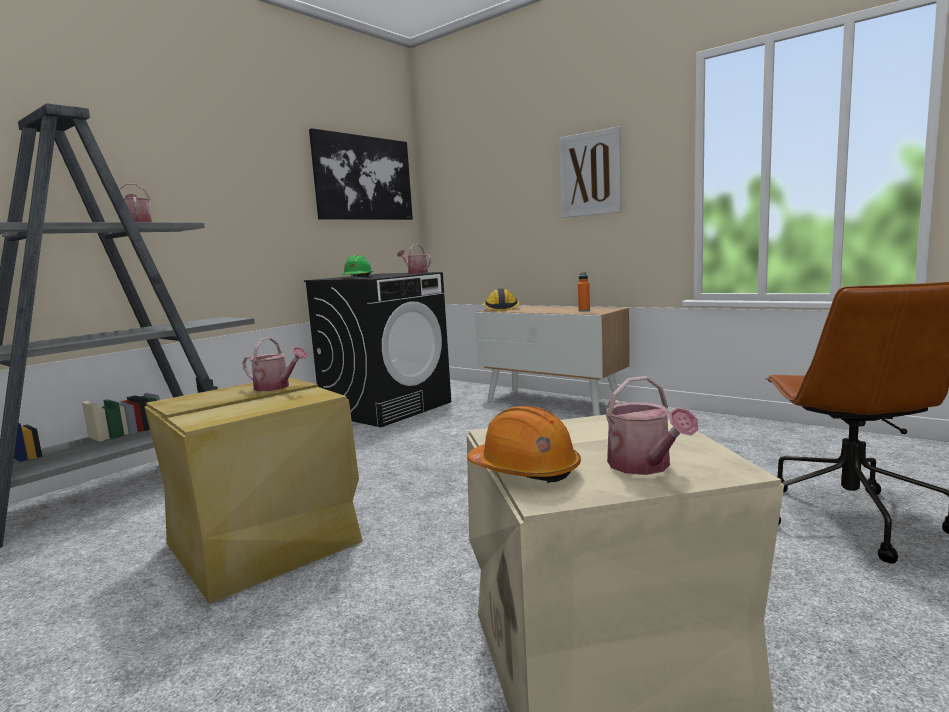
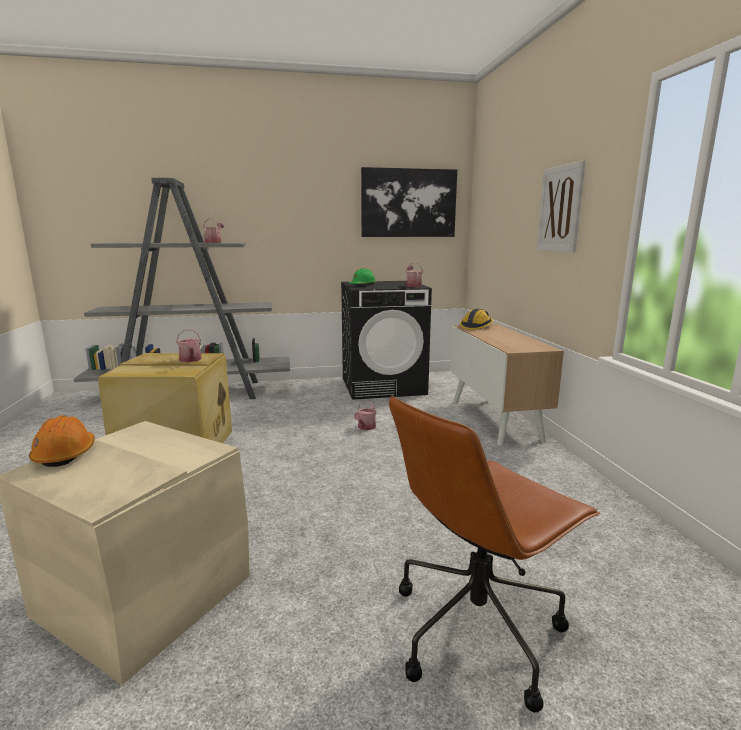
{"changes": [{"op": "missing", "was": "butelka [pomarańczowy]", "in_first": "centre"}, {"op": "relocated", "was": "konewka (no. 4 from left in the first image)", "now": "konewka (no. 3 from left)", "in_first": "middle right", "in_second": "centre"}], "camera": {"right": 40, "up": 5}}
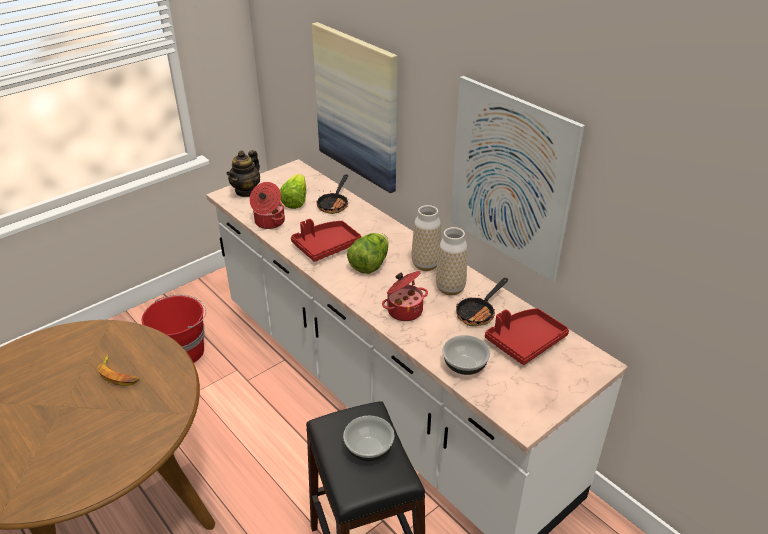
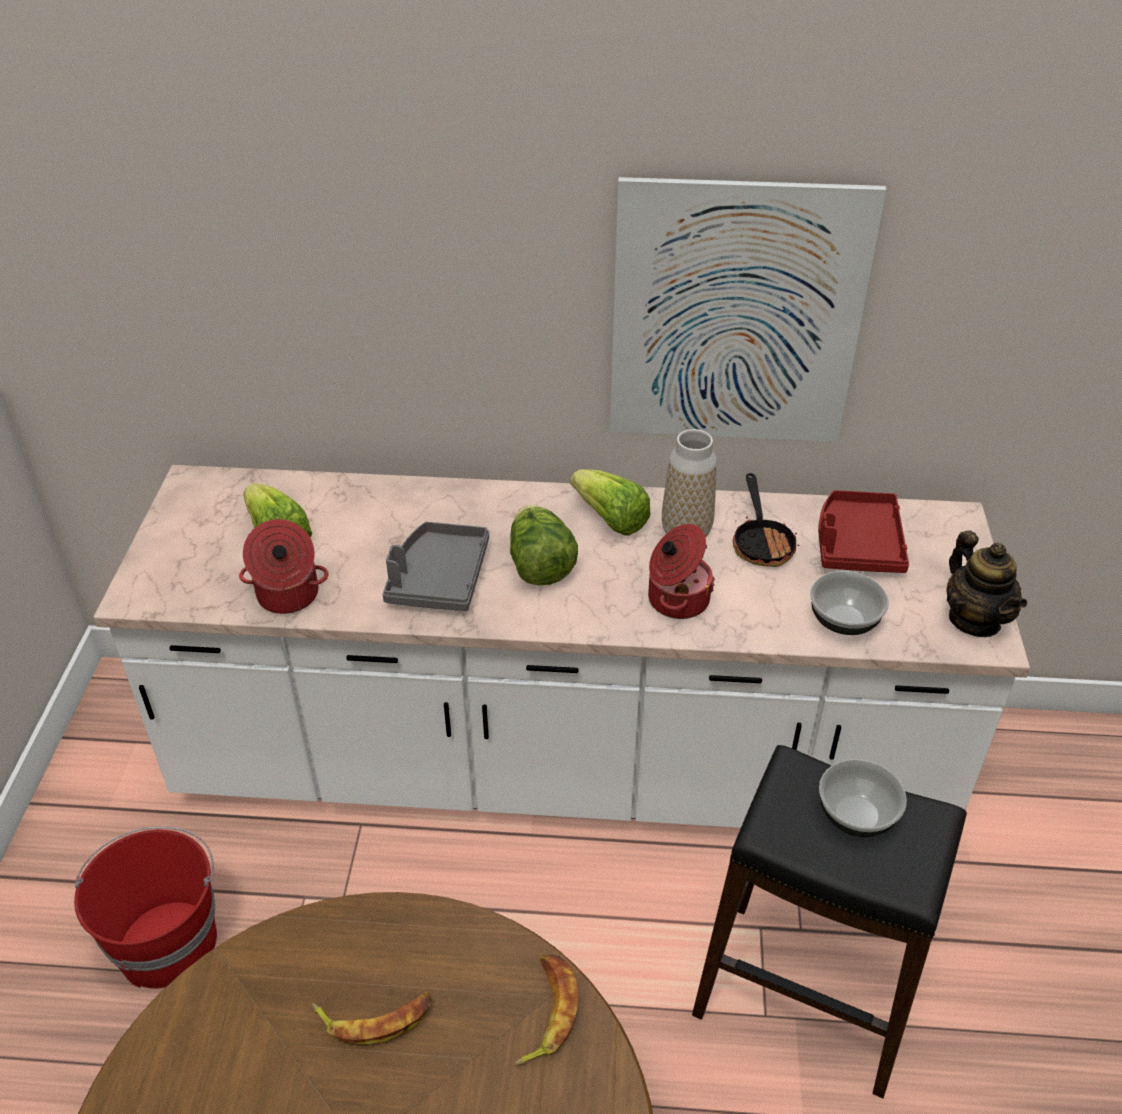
{"changes": [{"op": "missing", "was": "obraz (no. 1 from left)", "in_first": "top centre"}, {"op": "missing", "was": "patelnia (no. 1 from left)", "in_first": "centre"}, {"op": "appeared", "now": "banan (no. 2 from left)", "in_second": "bottom centre"}, {"op": "relocated", "was": "imbryk", "in_first": "top left", "in_second": "middle right"}, {"op": "exchanged", "was": "wazon (no. 1 from left)", "now": "sałata (no. 3 from left)", "in_first": "centre", "in_second": "centre"}, {"op": "colour", "was": "taca [czerwony] (no. 1 from left)", "now": "taca [szary]", "in_first": "centre", "in_second": "centre"}], "camera": {"right": -45, "up": 5}}
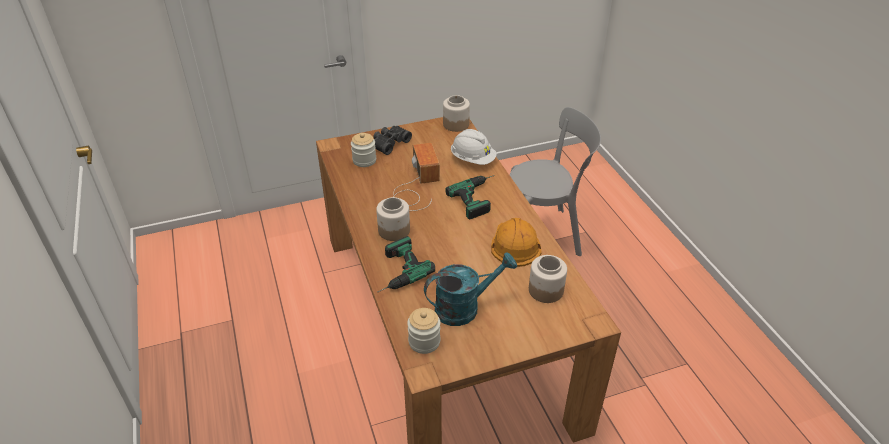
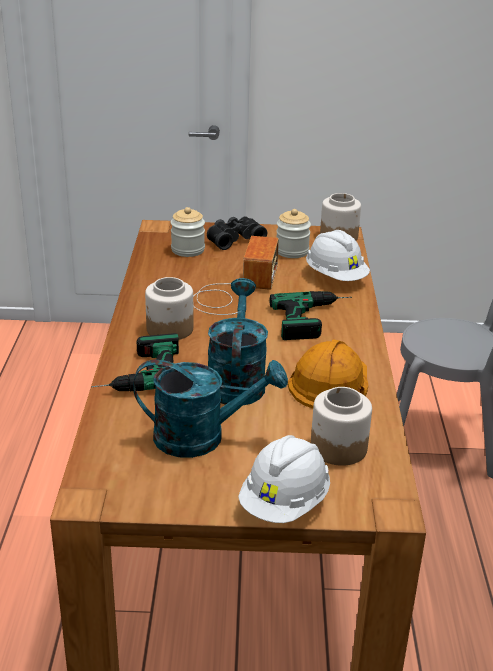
{"changes": [{"op": "appeared", "now": "konewka [turkusowy] (no. 2 from left)", "in_second": "centre"}, {"op": "appeared", "now": "kask [biały] (no. 1 from left)", "in_second": "bottom centre"}, {"op": "relocated", "was": "słoik (no. 3 from left)", "in_first": "bottom centre", "in_second": "centre"}], "camera": {"right": 20, "up": -10}}
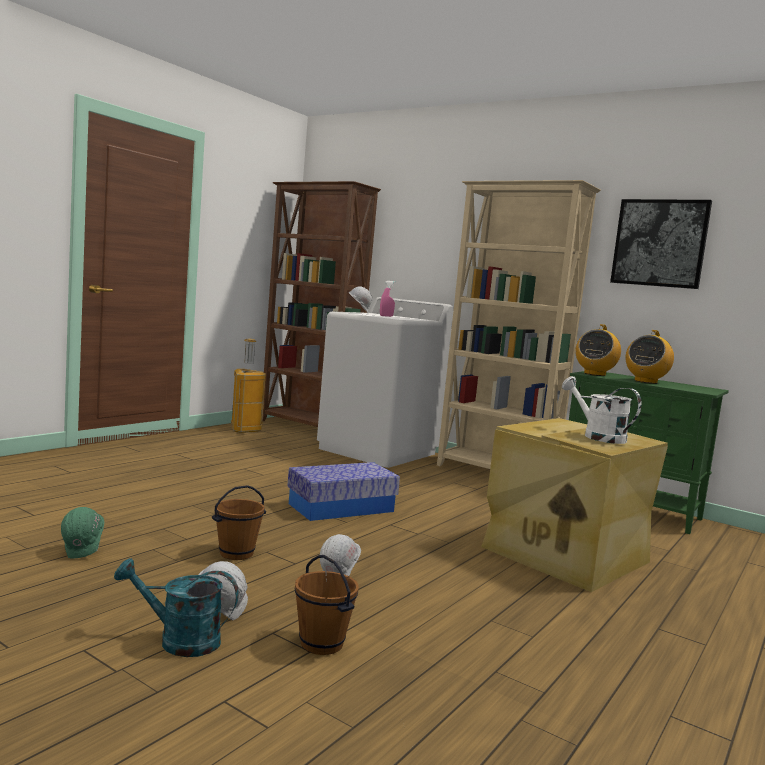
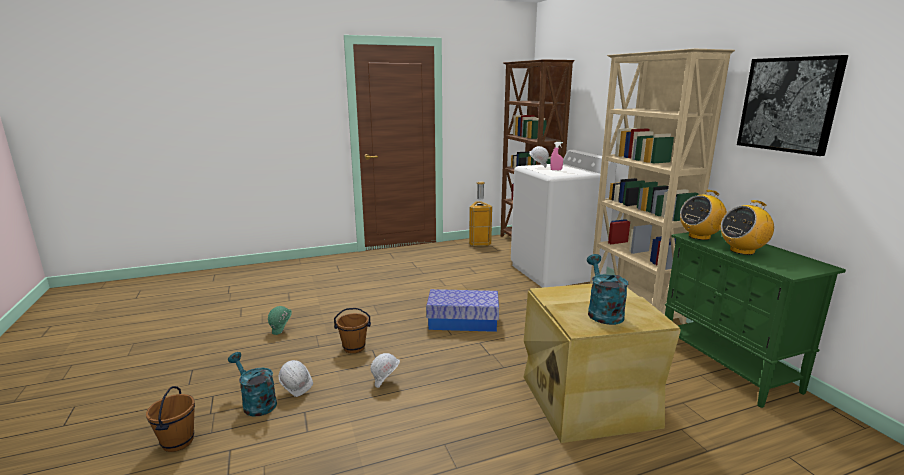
{"changes": [{"op": "relocated", "was": "wiadro [brązowy] (no. 2 from left in the first image)", "now": "wiadro [brązowy] (no. 1 from left)", "in_first": "bottom centre", "in_second": "bottom left"}, {"op": "colour", "was": "konewka [biały]", "now": "konewka [turkusowy] (no. 2 from left)", "in_first": "middle right", "in_second": "middle right"}], "camera": {"right": 35, "up": 10}}
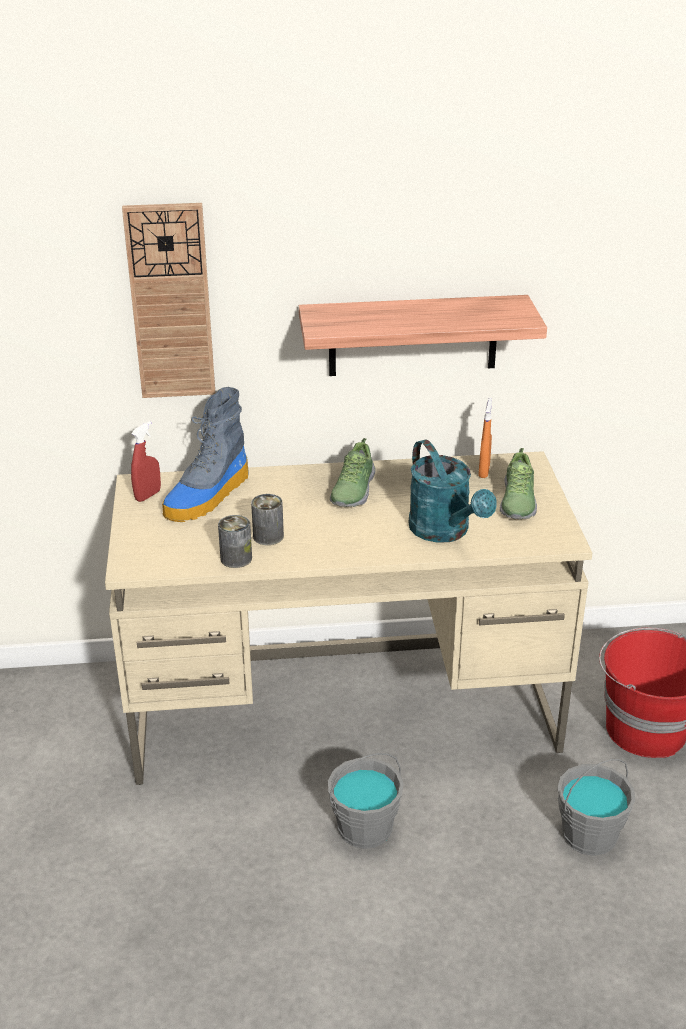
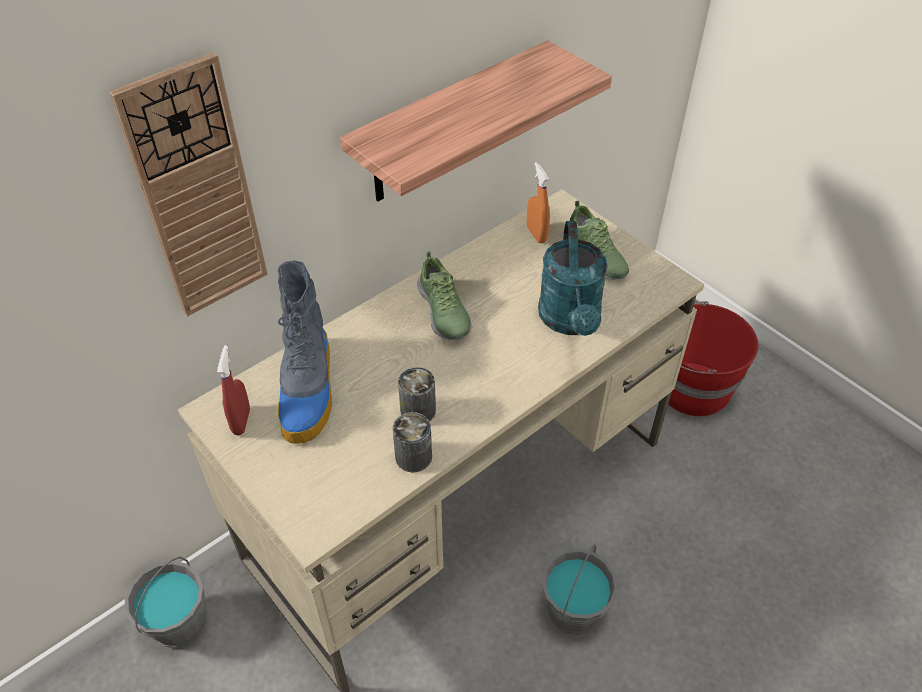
{"changes": [{"op": "relocated", "was": "wiadro [szary] (no. 2 from left in the first image)", "now": "wiadro [szary] (no. 1 from left)", "in_first": "bottom right", "in_second": "bottom left"}, {"op": "spun", "was": "konewka [turkusowy]", "in_first": "centre", "in_second": "centre", "clockwise": 60}], "camera": {"right": -35, "up": 15}}
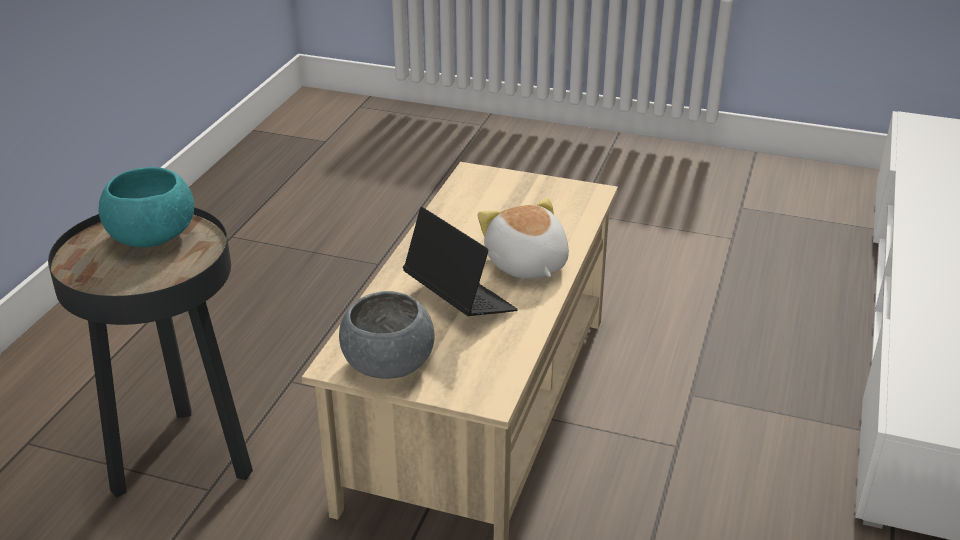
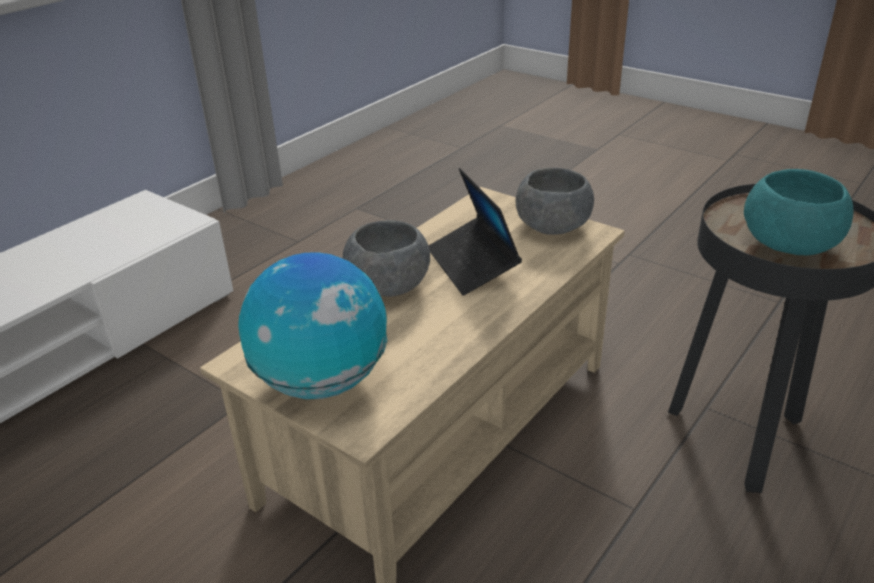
{"changes": [{"op": "appeared", "now": "globus", "in_second": "centre"}, {"op": "exchanged", "was": "pluszak", "now": "miska [szary] (no. 1 from left)", "in_first": "centre", "in_second": "centre"}], "camera": {"right": -160, "up": 0}}
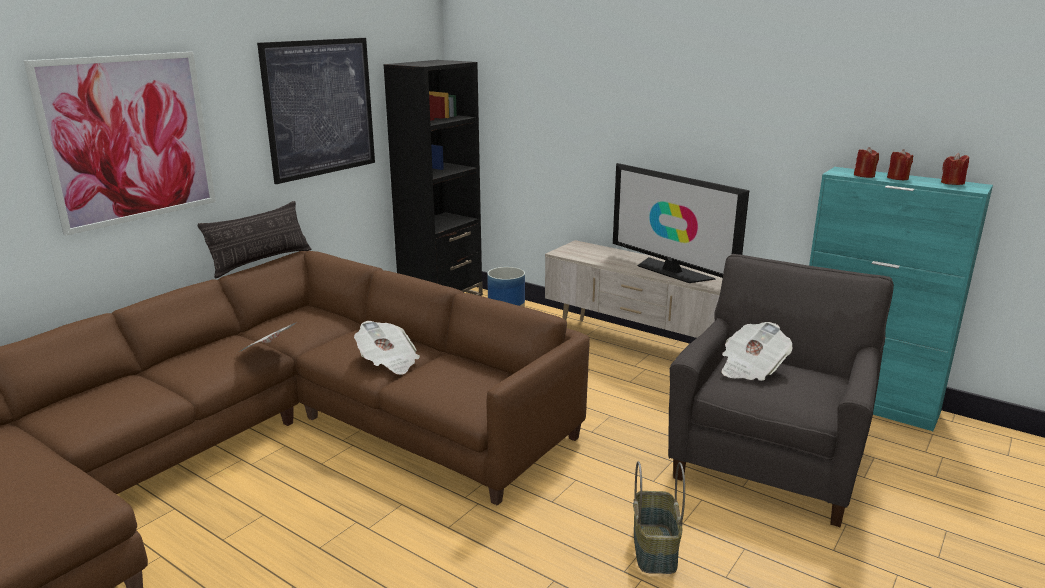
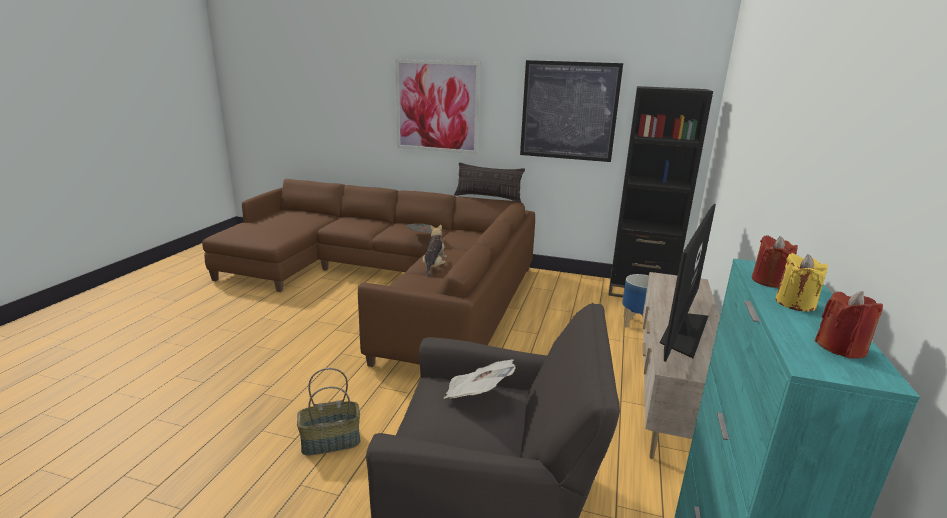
{"changes": [{"op": "exchanged", "was": "gazeta (no. 2 from left)", "now": "pluszak", "in_first": "centre", "in_second": "centre"}, {"op": "colour", "was": "świeca [czerwony] (no. 2 from left)", "now": "świeca [żółty]", "in_first": "top right", "in_second": "middle right"}], "camera": {"right": 70, "up": 0}}
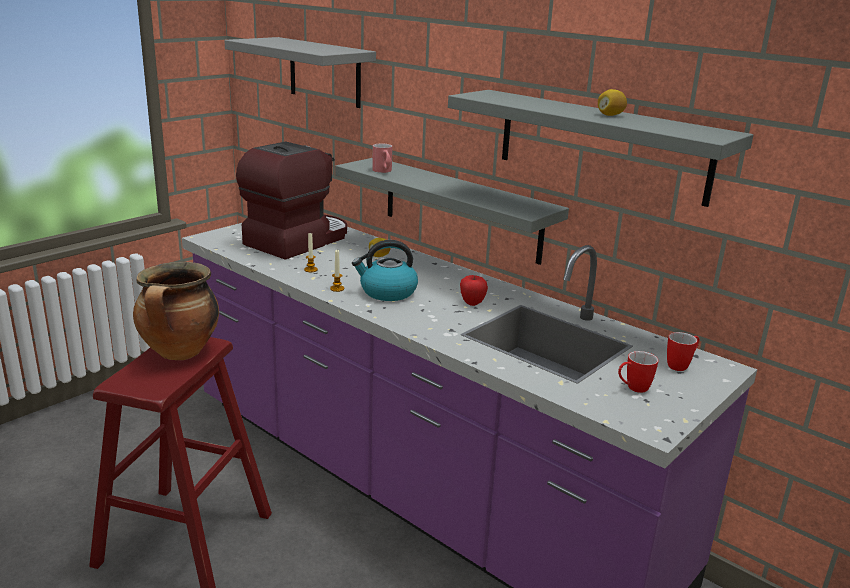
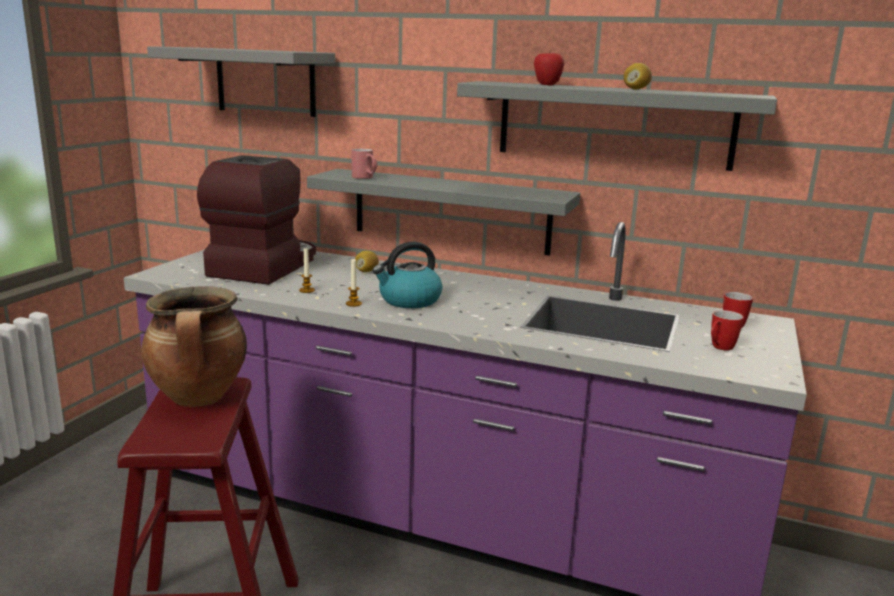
{"changes": [{"op": "relocated", "was": "jabłko", "in_first": "centre", "in_second": "top centre"}], "camera": {"right": -20, "up": -5}}
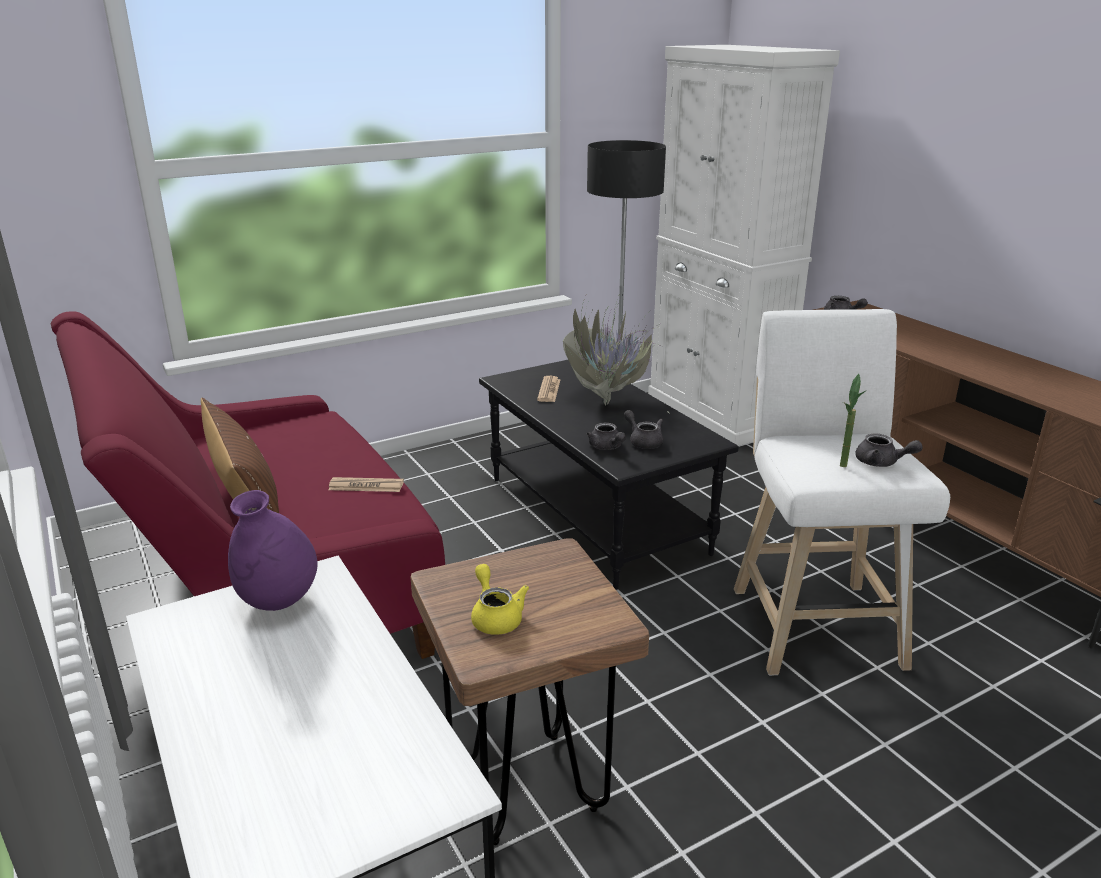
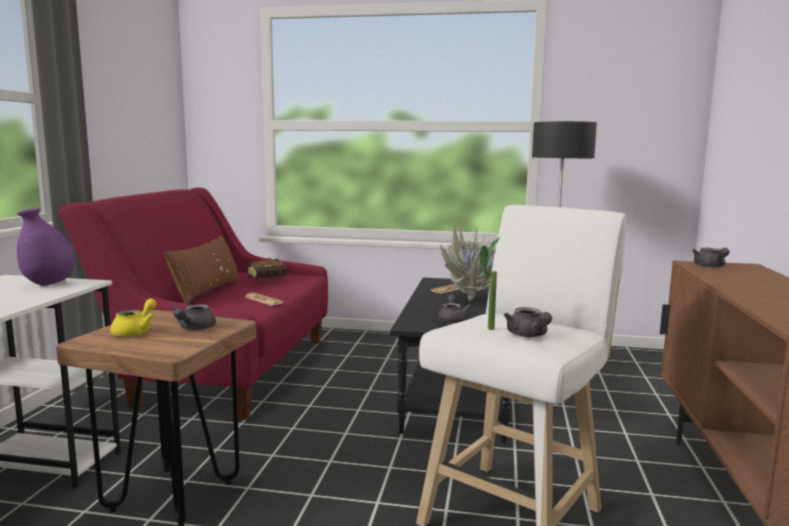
{"changes": [{"op": "missing", "was": "szafka [biały]", "in_first": "top right"}, {"op": "appeared", "now": "książka", "in_second": "centre"}, {"op": "relocated", "was": "imbryk [szary] (no. 1 from left)", "in_first": "centre", "in_second": "middle left"}], "camera": {"right": 40, "up": -15}}
